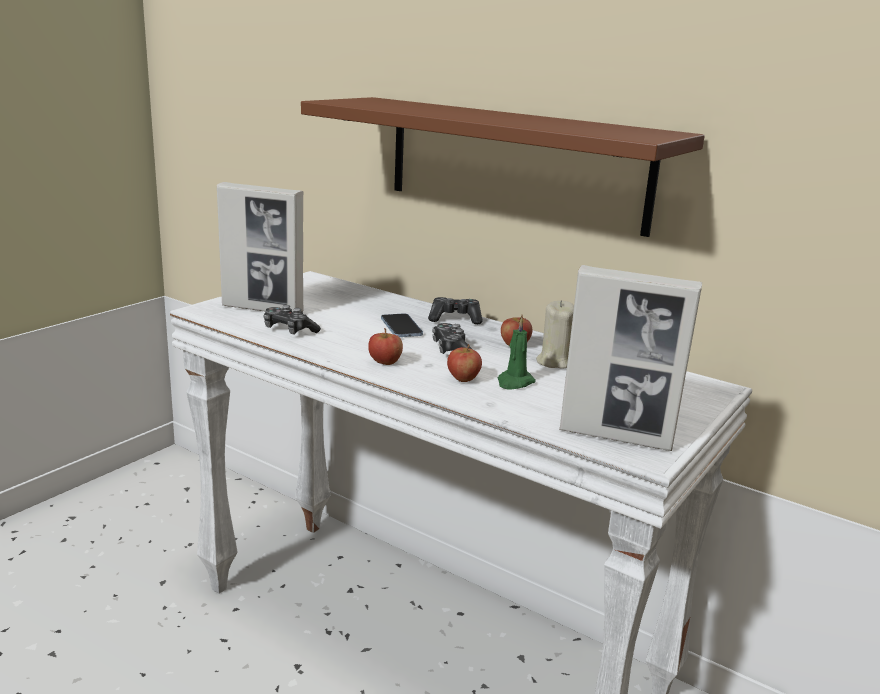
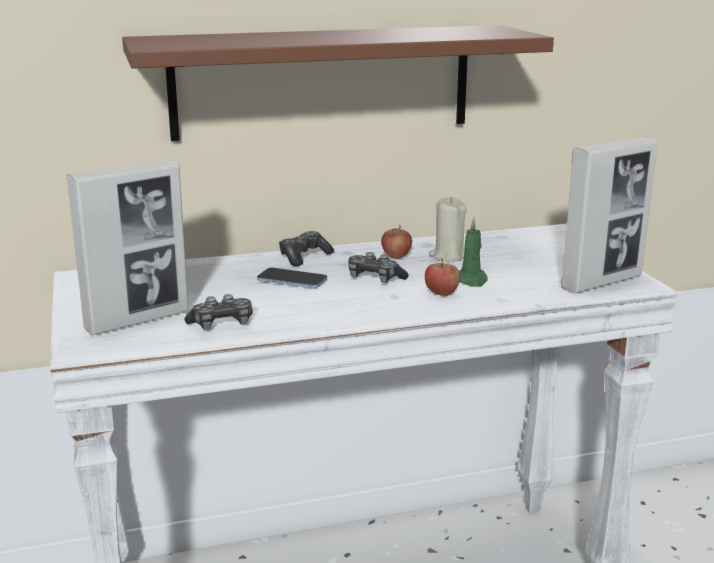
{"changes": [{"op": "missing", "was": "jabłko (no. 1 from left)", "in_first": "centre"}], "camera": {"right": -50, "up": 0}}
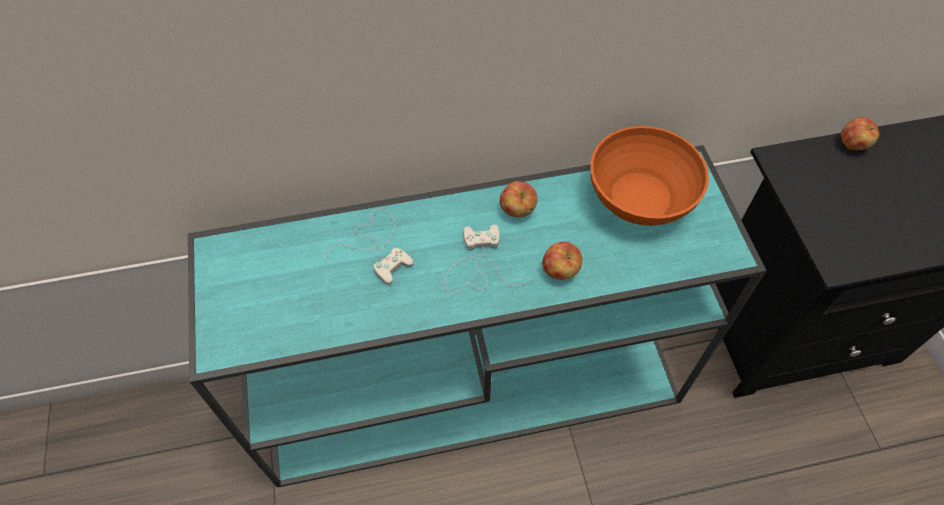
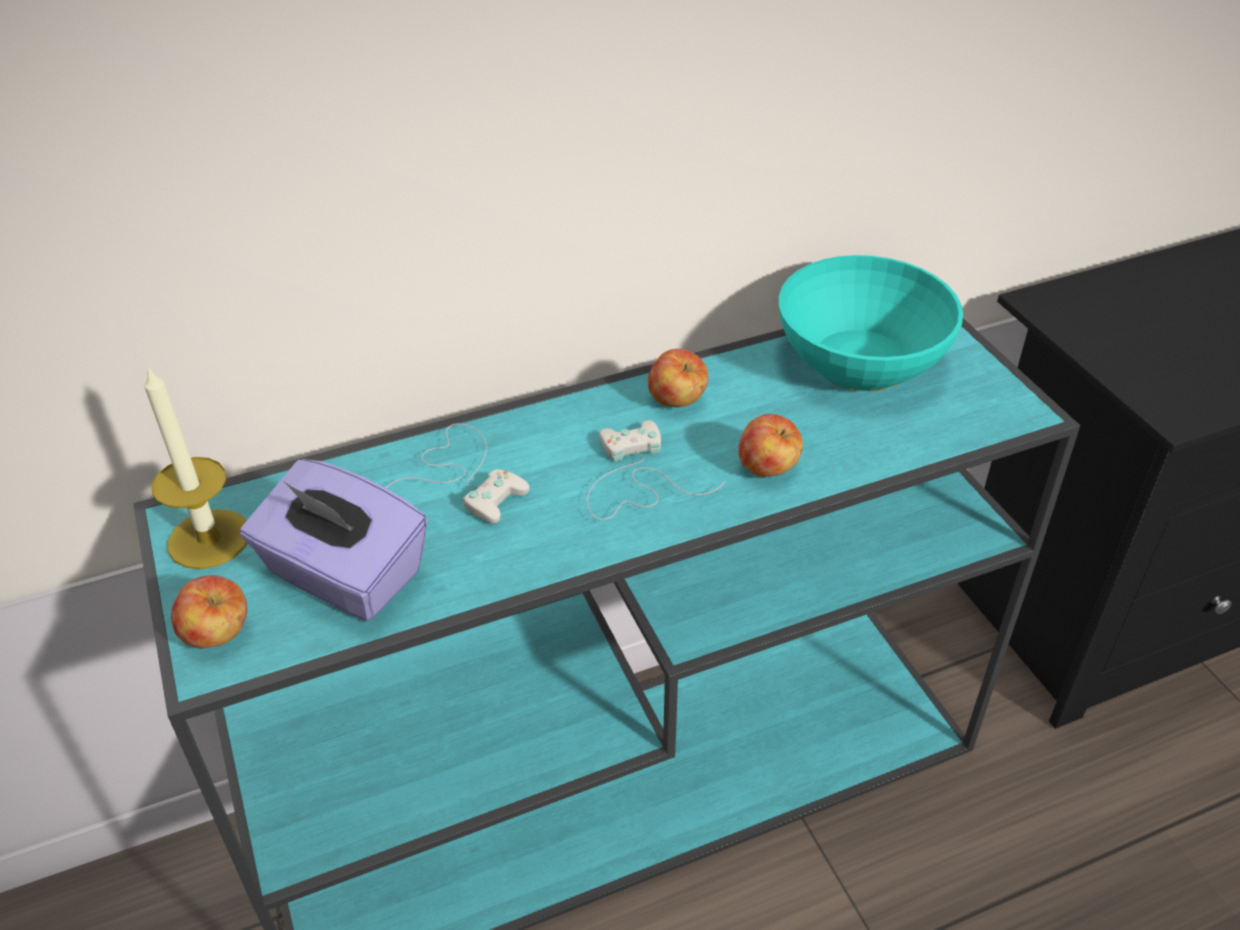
{"changes": [{"op": "appeared", "now": "świeca", "in_second": "middle left"}, {"op": "appeared", "now": "pudełko chusteczek [fioletowy]", "in_second": "middle left"}, {"op": "relocated", "was": "jabłko (no. 3 from left in the first image)", "now": "jabłko (no. 1 from left)", "in_first": "top right", "in_second": "middle left"}, {"op": "colour", "was": "miska [pomarańczowy]", "now": "miska [turkusowy]", "in_first": "middle right", "in_second": "middle right"}], "camera": {"right": -10, "up": -15}}
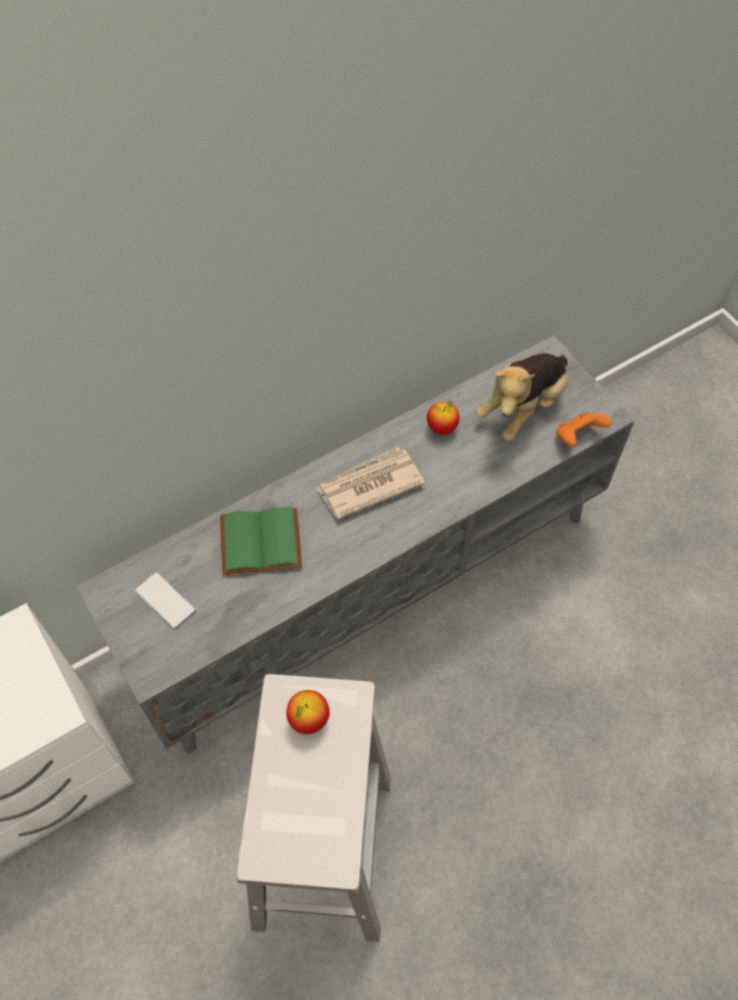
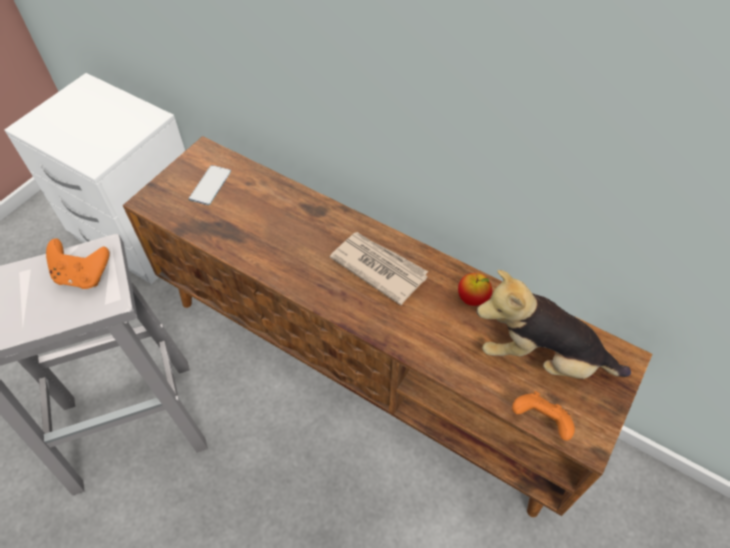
{"changes": [{"op": "missing", "was": "książka [zielony]", "in_first": "centre"}, {"op": "exchanged", "was": "jabłko (no. 1 from left)", "now": "pad do gier [pomarańczowy] (no. 1 from left)", "in_first": "bottom centre", "in_second": "middle left"}, {"op": "colour", "was": "szafka pod telewizor [szary]", "now": "szafka pod telewizor [brązowy]", "in_first": "centre", "in_second": "centre"}], "camera": {"right": 65, "up": -5}}
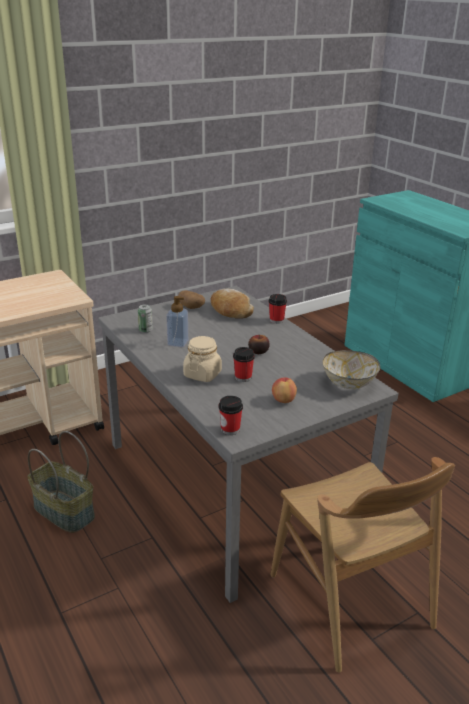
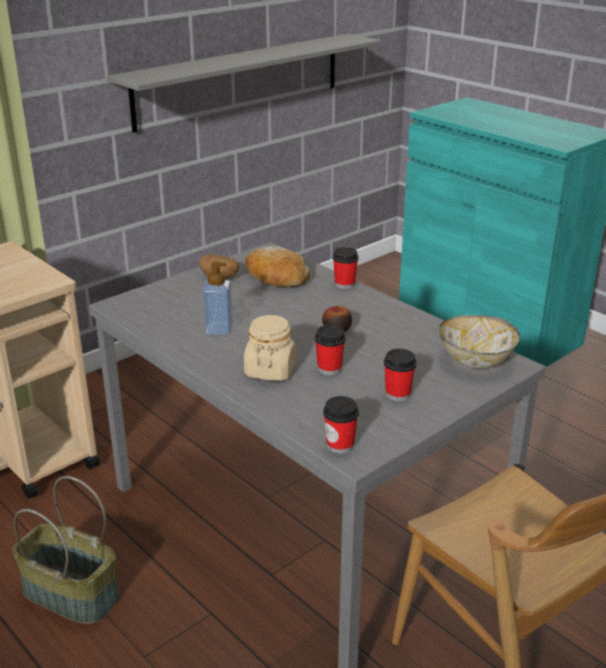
{"changes": [{"op": "missing", "was": "puszka", "in_first": "middle left"}, {"op": "appeared", "now": "półka [szary]", "in_second": "top centre"}, {"op": "exchanged", "was": "jabłko (no. 2 from left)", "now": "filiżanka (no. 4 from left)", "in_first": "centre", "in_second": "centre"}], "camera": {"right": -10, "up": 0}}
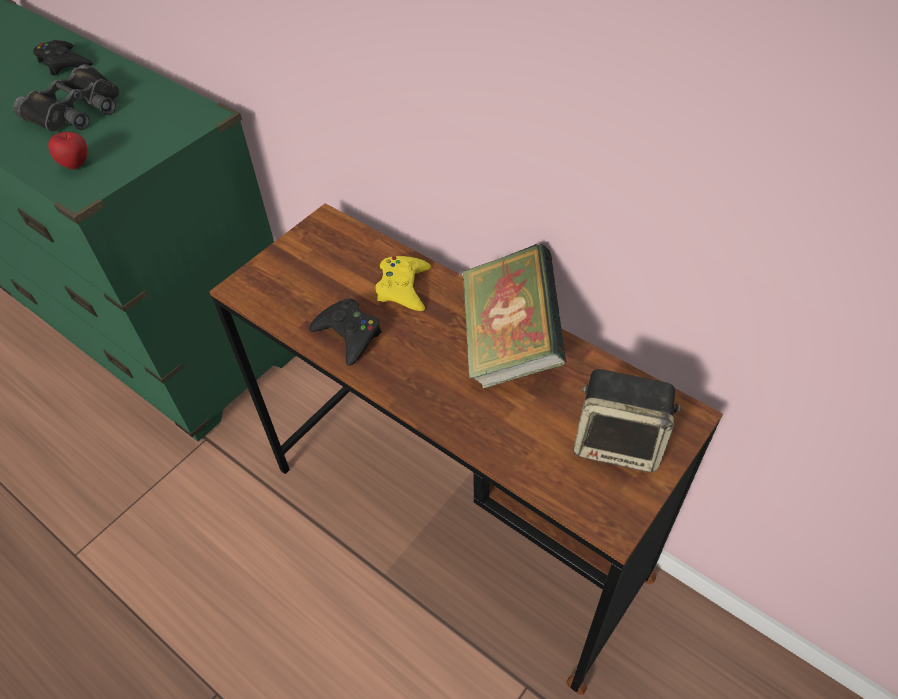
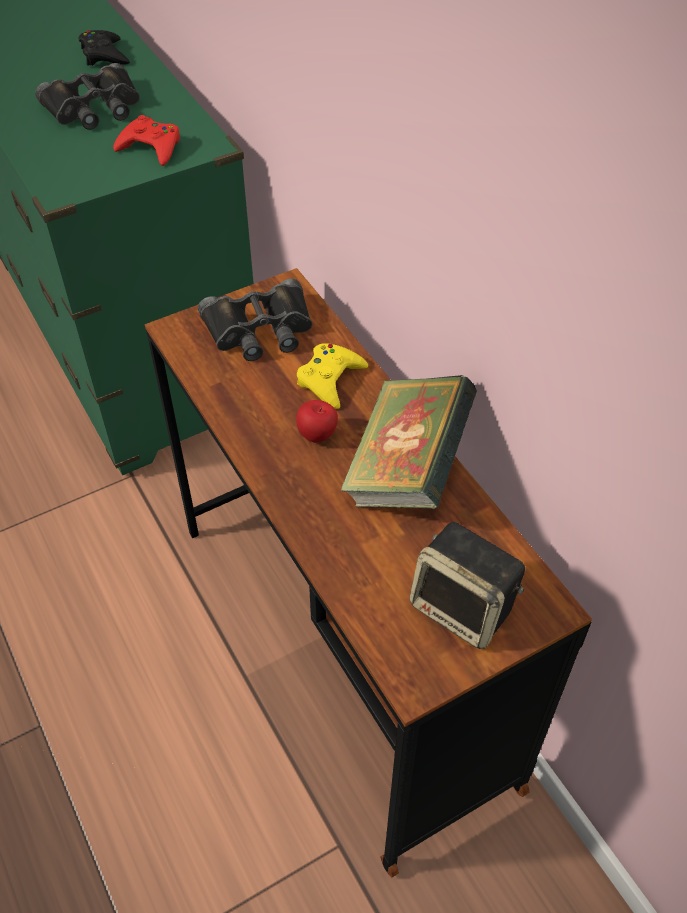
{"changes": [{"op": "missing", "was": "pad do gier [czarny] (no. 2 from left)", "in_first": "centre"}, {"op": "appeared", "now": "pad do gier [czerwony]", "in_second": "top left"}, {"op": "appeared", "now": "lornetka [czarny] (no. 2 from left)", "in_second": "centre"}, {"op": "relocated", "was": "jabłko", "in_first": "top left", "in_second": "centre"}], "camera": {"right": 20, "up": 0}}
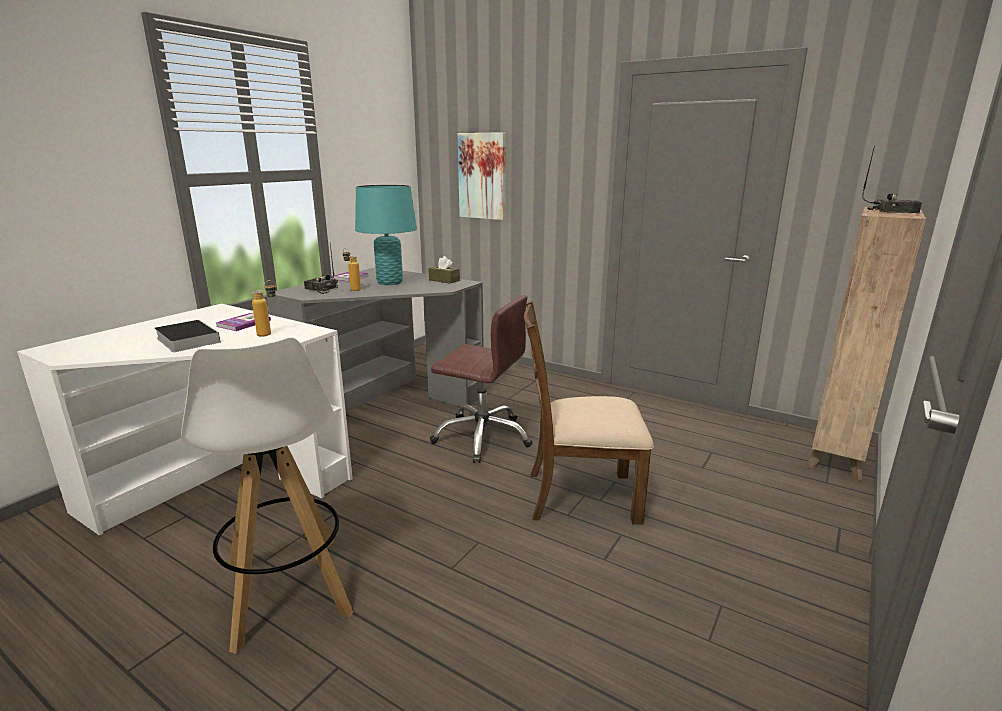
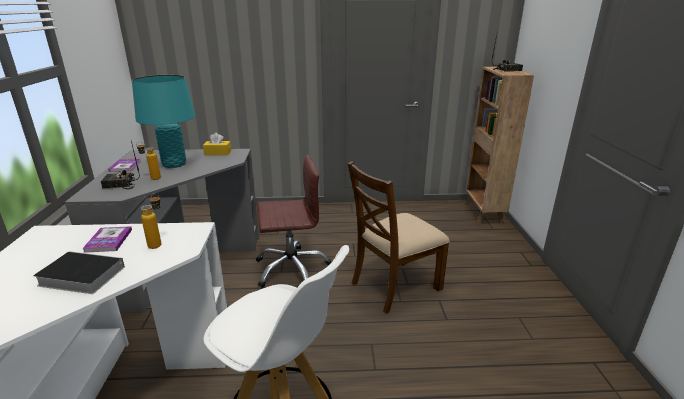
{"changes": [{"op": "missing", "was": "obraz", "in_first": "top centre"}, {"op": "colour", "was": "pudełko chusteczek [brązowy]", "now": "pudełko chusteczek [żółty]", "in_first": "centre", "in_second": "middle left"}], "camera": {"right": -35, "up": 5}}
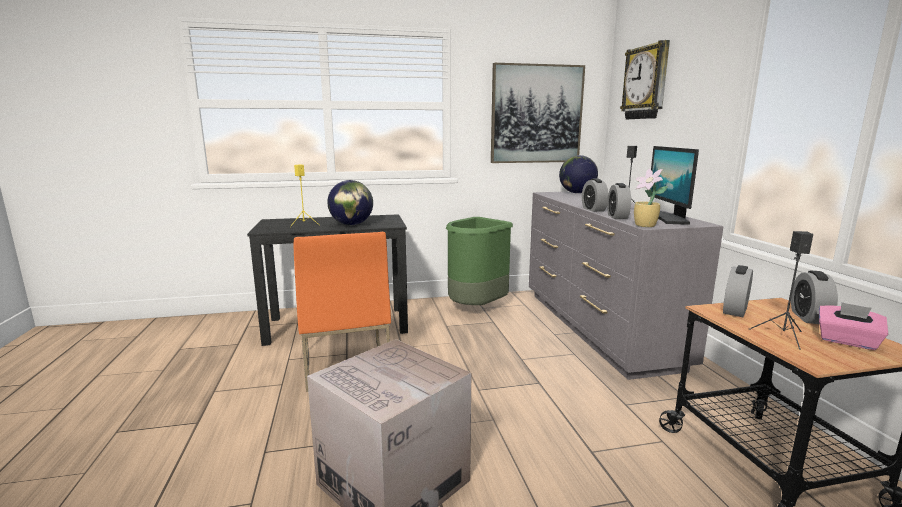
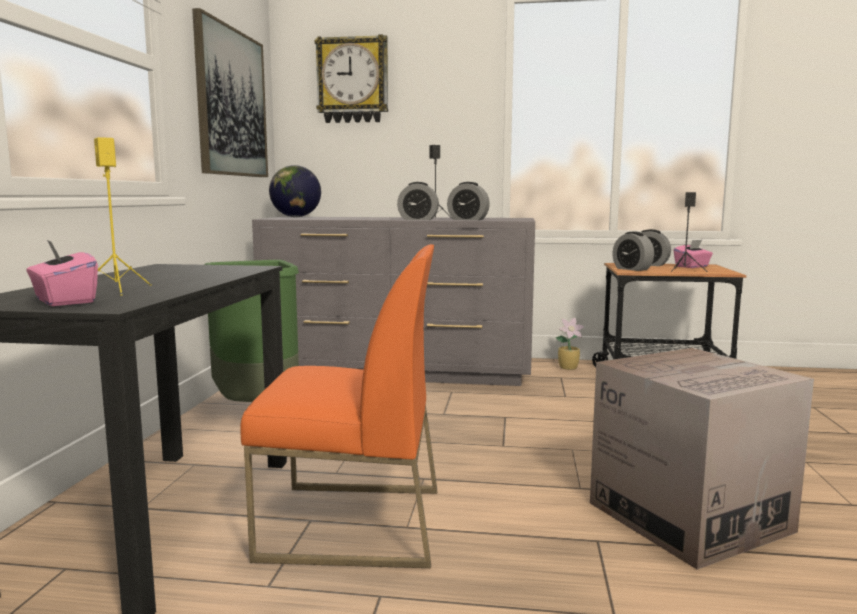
{"changes": [{"op": "missing", "was": "globus (no. 1 from left)", "in_first": "centre"}, {"op": "missing", "was": "monitor", "in_first": "middle right"}, {"op": "appeared", "now": "pudełko chusteczek [różowy] (no. 1 from left)", "in_second": "middle left"}, {"op": "relocated", "was": "roślina doniczkowa", "in_first": "middle right", "in_second": "centre"}], "camera": {"right": -70, "up": -5}}
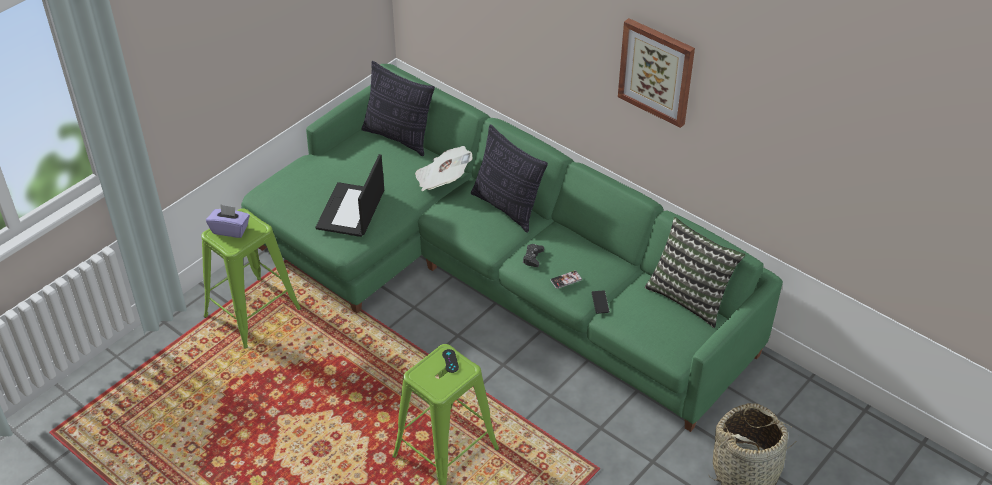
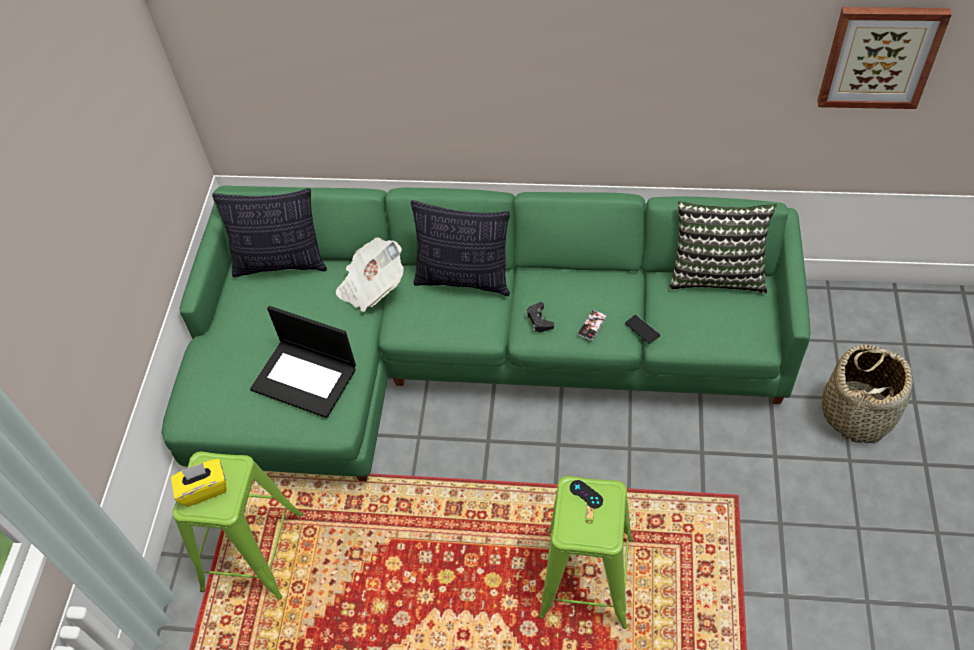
{"changes": [{"op": "relocated", "was": "obraz", "in_first": "top centre", "in_second": "top right"}, {"op": "colour", "was": "pudełko chusteczek [fioletowy]", "now": "pudełko chusteczek [żółty]", "in_first": "middle left", "in_second": "bottom left"}, {"op": "spun", "was": "laptop", "in_first": "centre", "in_second": "middle left", "clockwise": -45}], "camera": {"right": -30, "up": 10}}
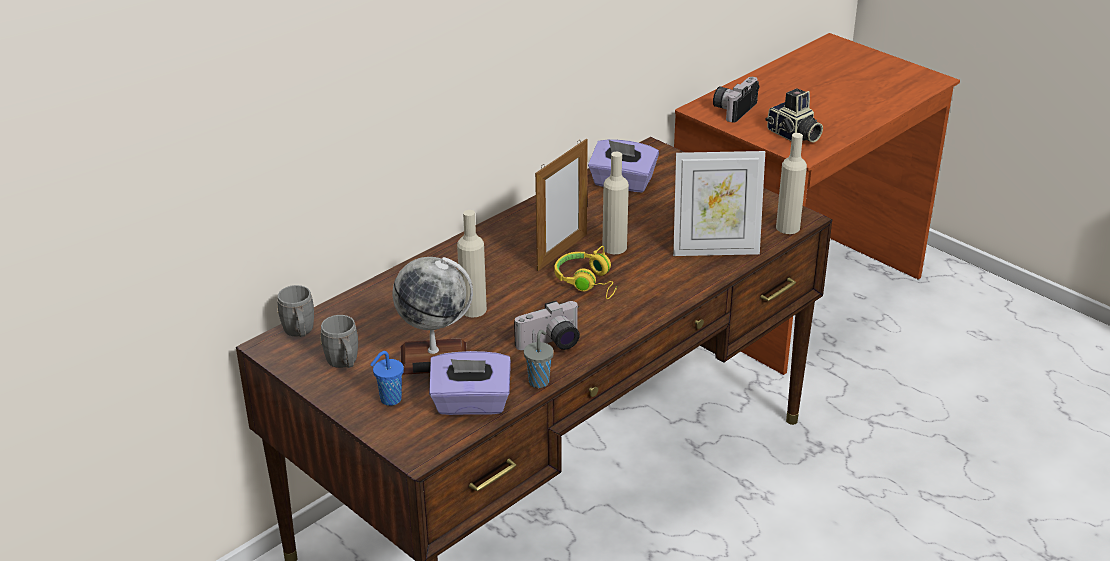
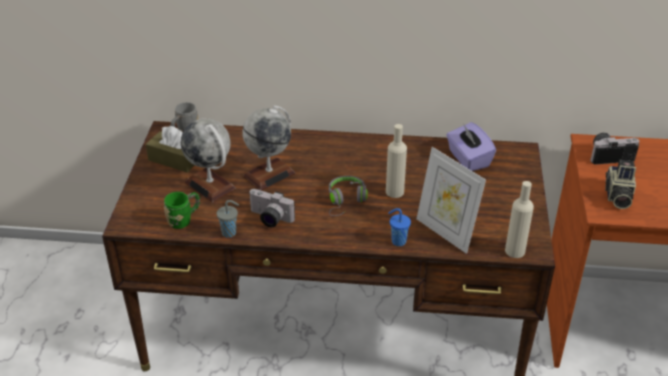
{"changes": [{"op": "missing", "was": "ramka na zdjęcie (no. 1 from left)", "in_first": "centre"}, {"op": "relocated", "was": "filiżanka [niebieski]", "in_first": "bottom centre", "in_second": "centre"}, {"op": "exchanged", "was": "kubek [szary] (no. 2 from left)", "now": "pudełko chusteczek [brązowy]", "in_first": "middle left", "in_second": "middle left"}, {"op": "exchanged", "was": "pudełko chusteczek [fioletowy] (no. 1 from left)", "now": "kubek [zielony]", "in_first": "bottom centre", "in_second": "middle left"}, {"op": "exchanged", "was": "butelka [beżowy] (no. 1 from left)", "now": "globus (no. 2 from left)", "in_first": "centre", "in_second": "centre"}, {"op": "colour", "was": "słuchawki [żółty]", "now": "słuchawki [szary]", "in_first": "centre", "in_second": "centre"}], "camera": {"right": 50, "up": 5}}
